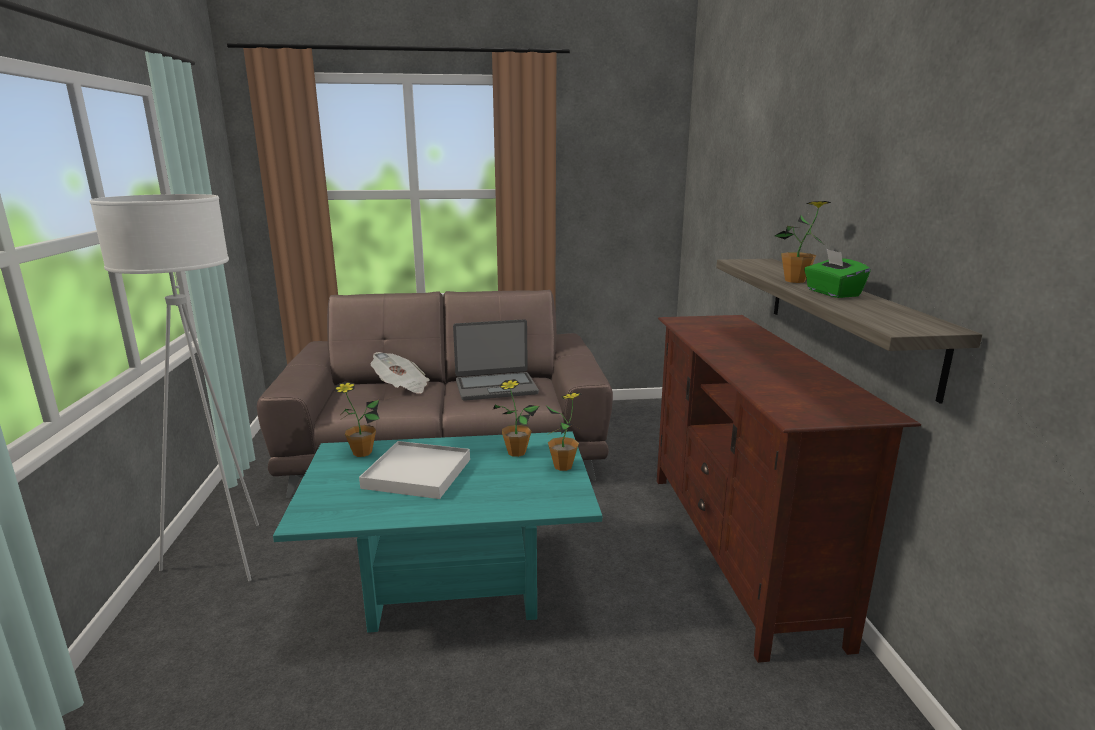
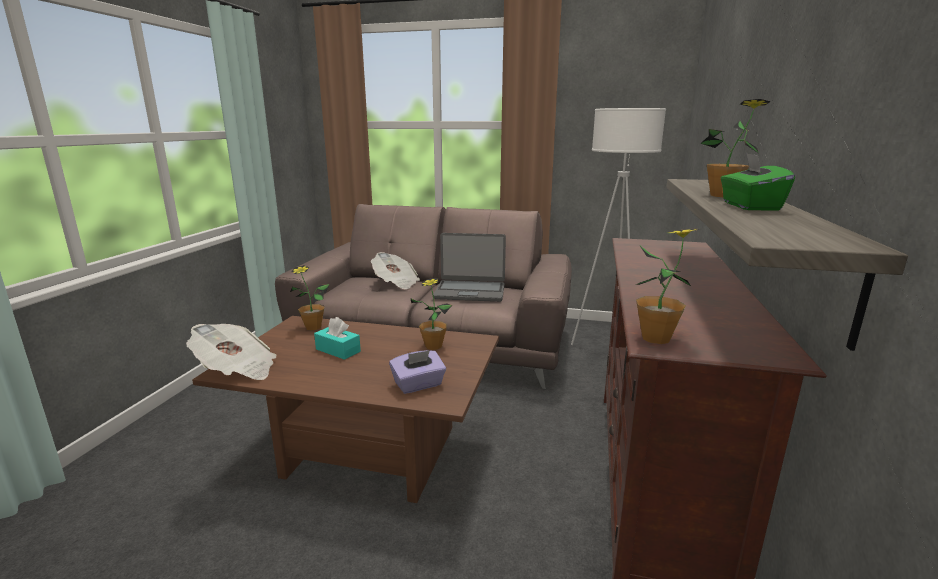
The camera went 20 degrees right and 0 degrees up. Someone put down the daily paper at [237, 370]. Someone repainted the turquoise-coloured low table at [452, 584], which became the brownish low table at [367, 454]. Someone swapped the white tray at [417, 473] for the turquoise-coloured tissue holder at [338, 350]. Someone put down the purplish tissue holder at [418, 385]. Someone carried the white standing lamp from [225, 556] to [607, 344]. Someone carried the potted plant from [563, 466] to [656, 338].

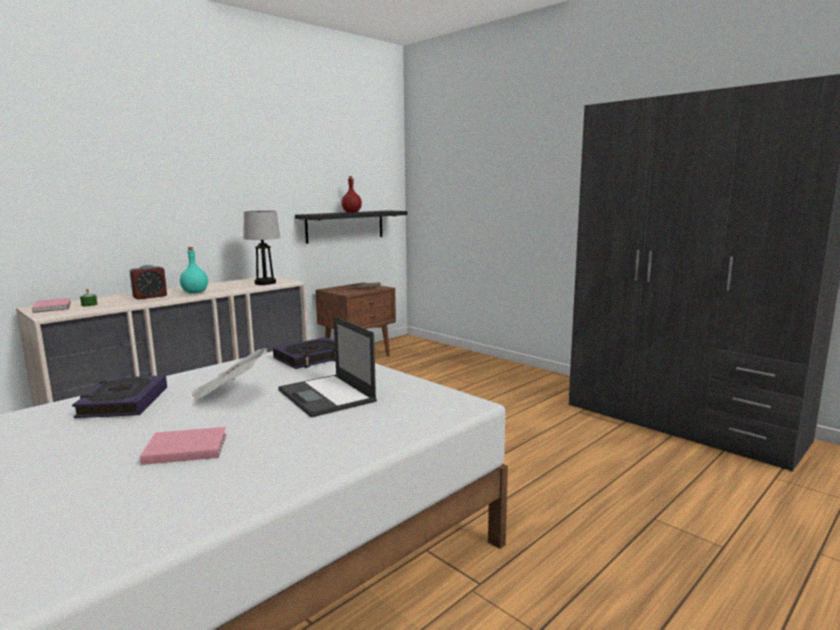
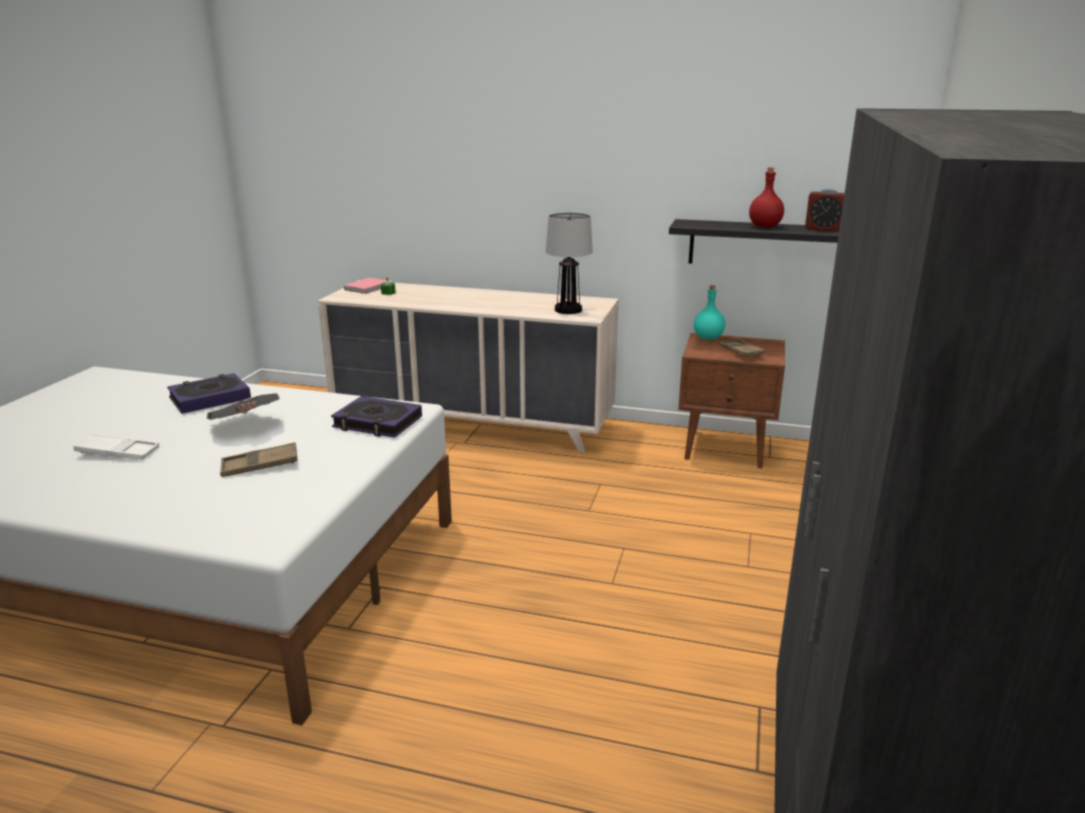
The camera went 60 degrees right and 10 degrees up. Someone swapped the pink book at [184, 448] for the white tray at [118, 452]. Someone swapped the notebook computer at [327, 396] for the brownish tray at [260, 465]. Someone carried the turquoise-coloured drink bottle from [195, 292] to [708, 338]. Someone carried the alarm clock from [150, 297] to [823, 229].

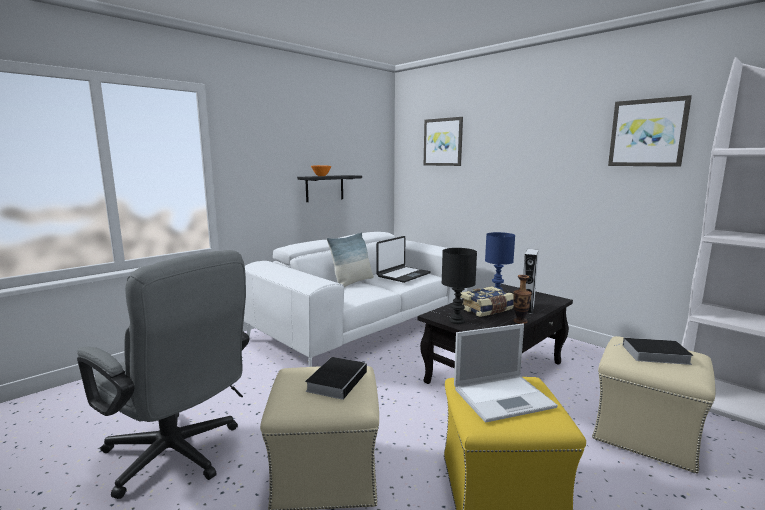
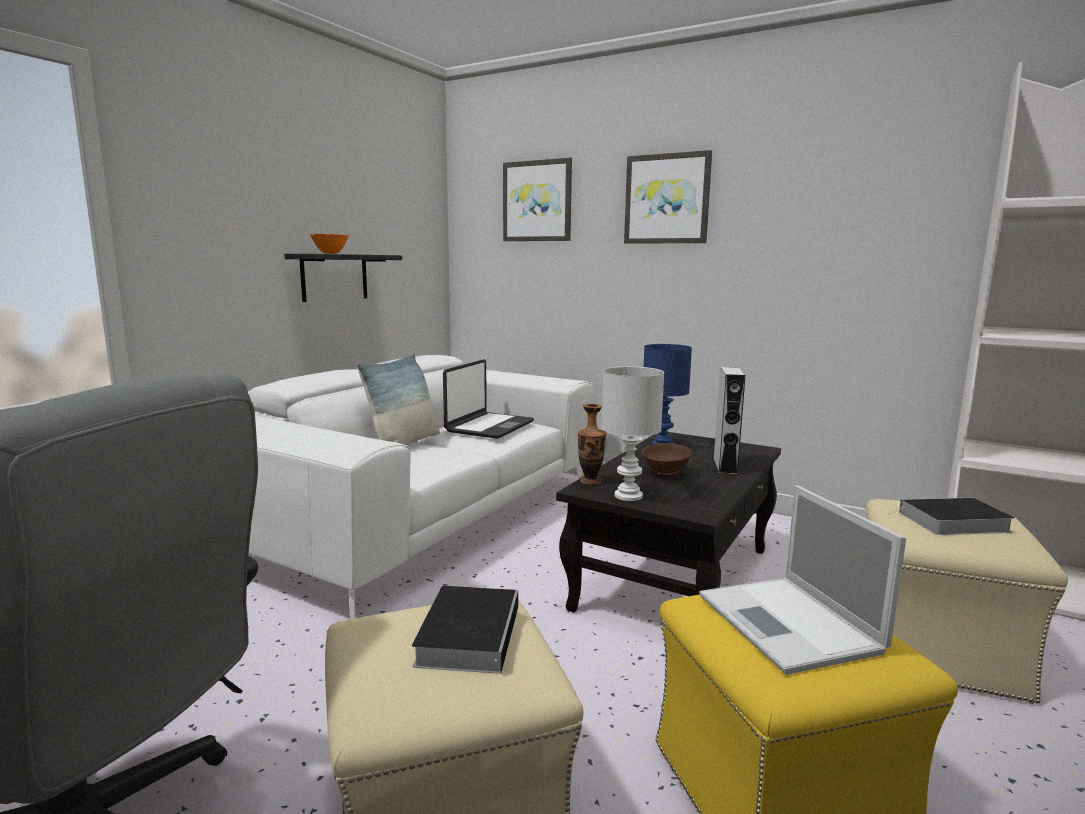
The camera went 15 degrees left and 0 degrees up. Someone carried the vase from [520, 321] to [590, 481]. Someone repainted the black lamp for a table at [457, 321], which became the white lamp for a table at [628, 495]. Someone carried the wall art from [647, 133] to [667, 199]. Someone swapped the book at [486, 310] for the brownish serving bowl at [664, 473]. Someone rotated the notebook computer at [504, 397] by 105 degrees clockwise.

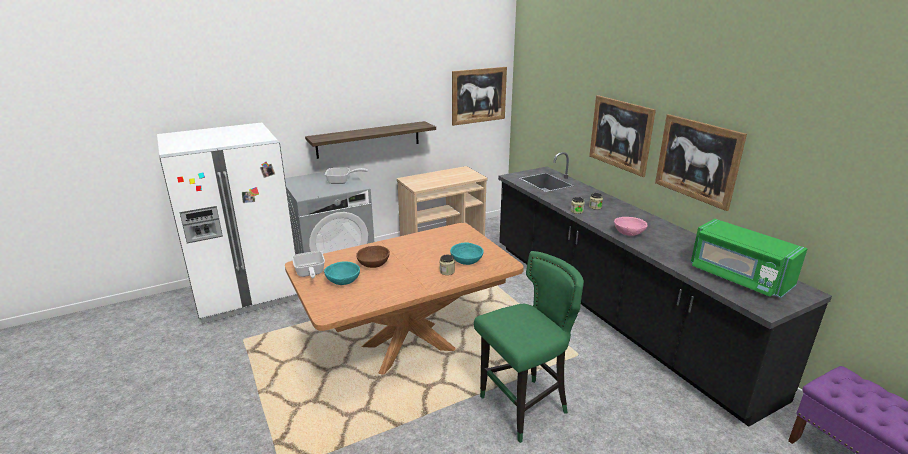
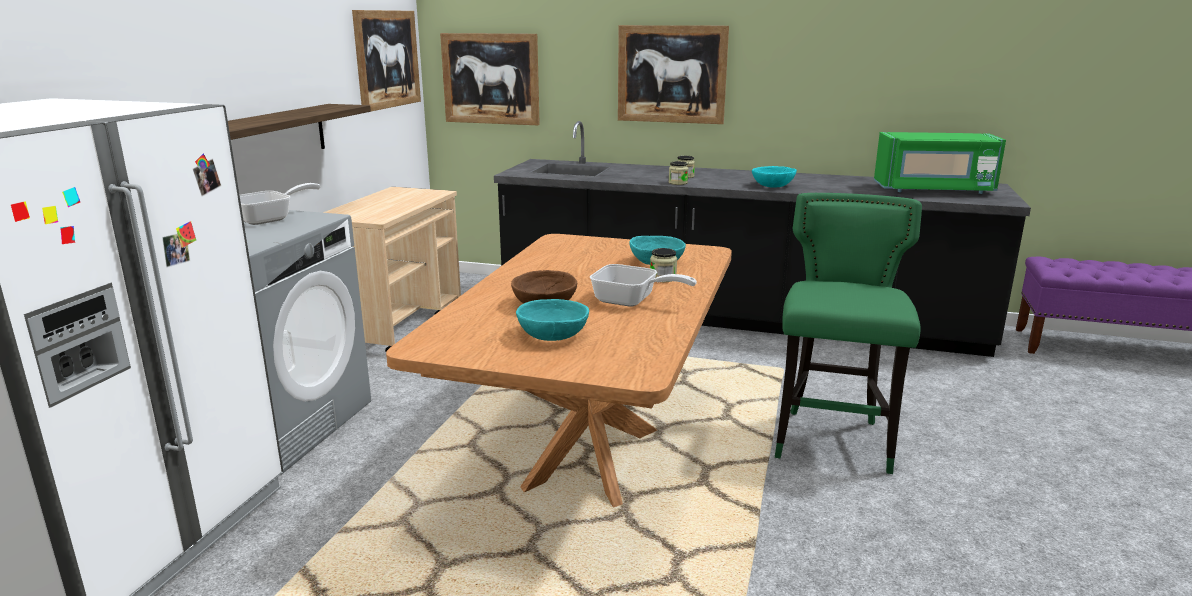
The camera went 45 degrees left and 5 degrees down. Someone carried the wall art from [697, 160] to [490, 79]. Someone carried the pan from [310, 273] to [631, 301]. Someone repainted the pink serving bowl at [629, 233], which became the turquoise-coloured serving bowl at [773, 186].

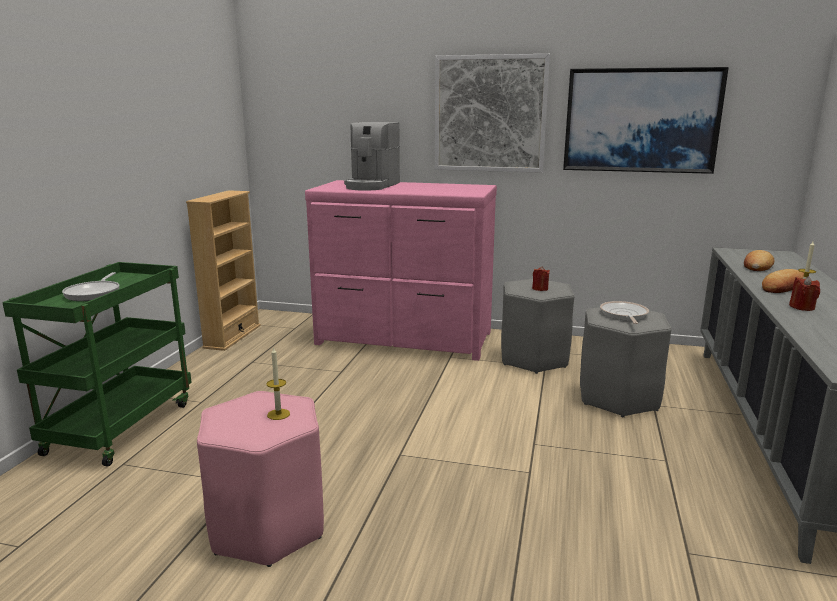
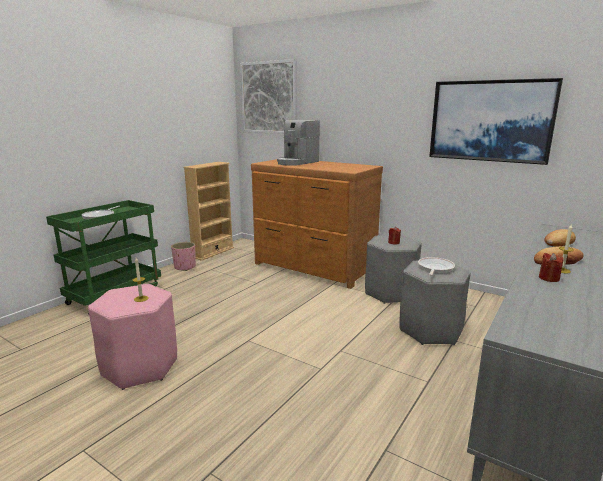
The camera went 20 degrees right and 0 degrees up. Someone put down the pink plant pot at [185, 267]. Someone carried the wall art from [490, 114] to [269, 98]. Someone repainted the pink dresser at [404, 339], which became the brownish dresser at [313, 267].

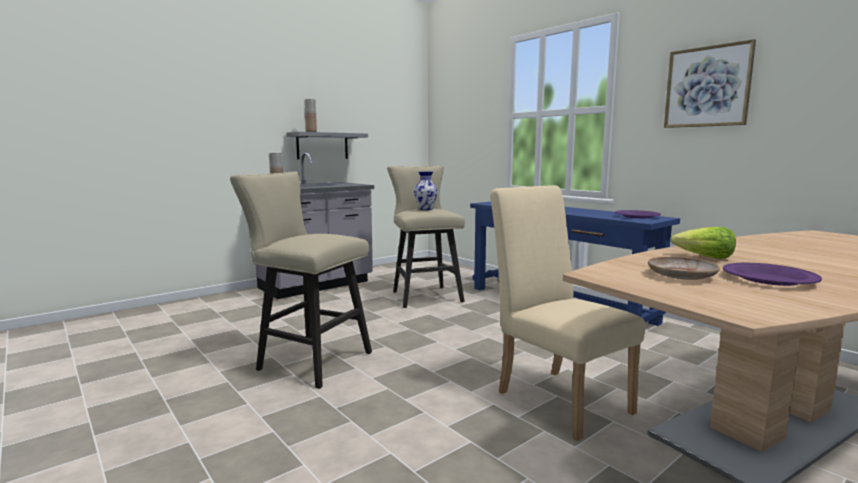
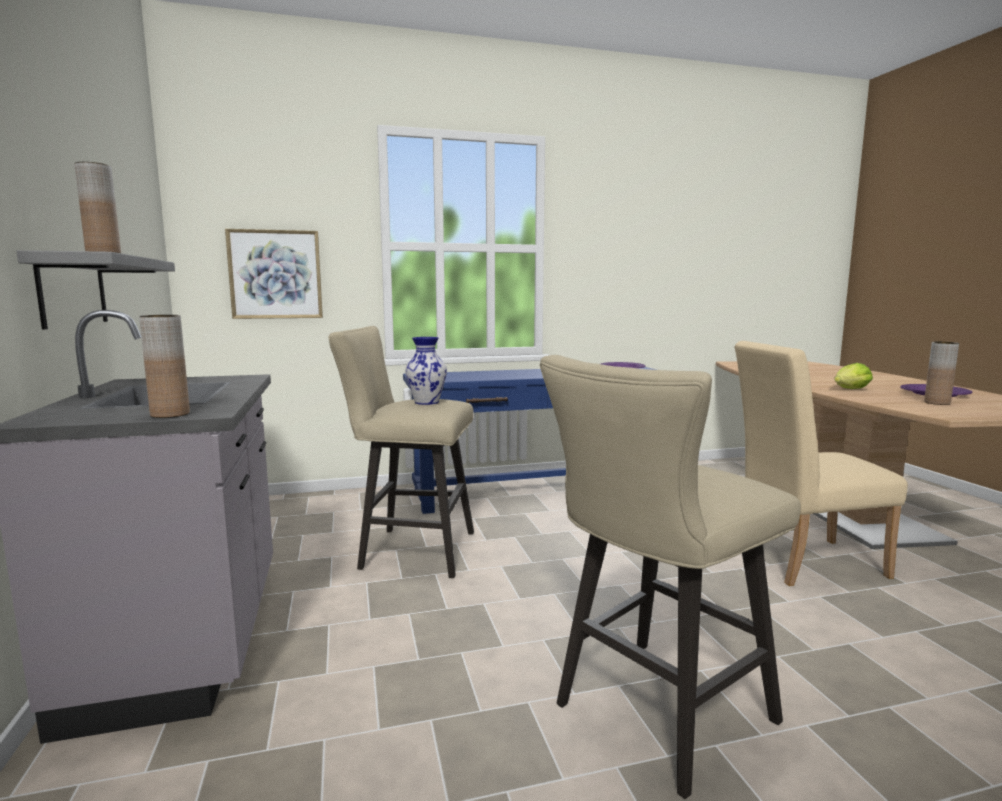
The camera went 65 degrees left and 0 degrees up. Someone carried the wall art from [707, 87] to [275, 274]. Someone swapped the beige-coloured dinner plate at [682, 276] for the brownish vase at [937, 403].

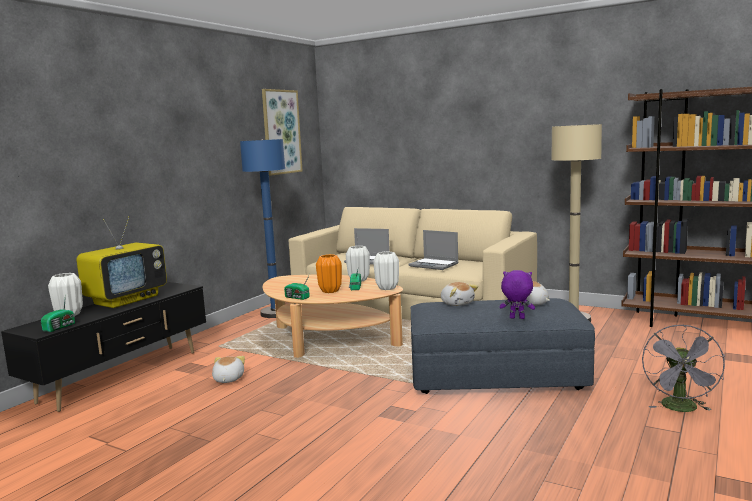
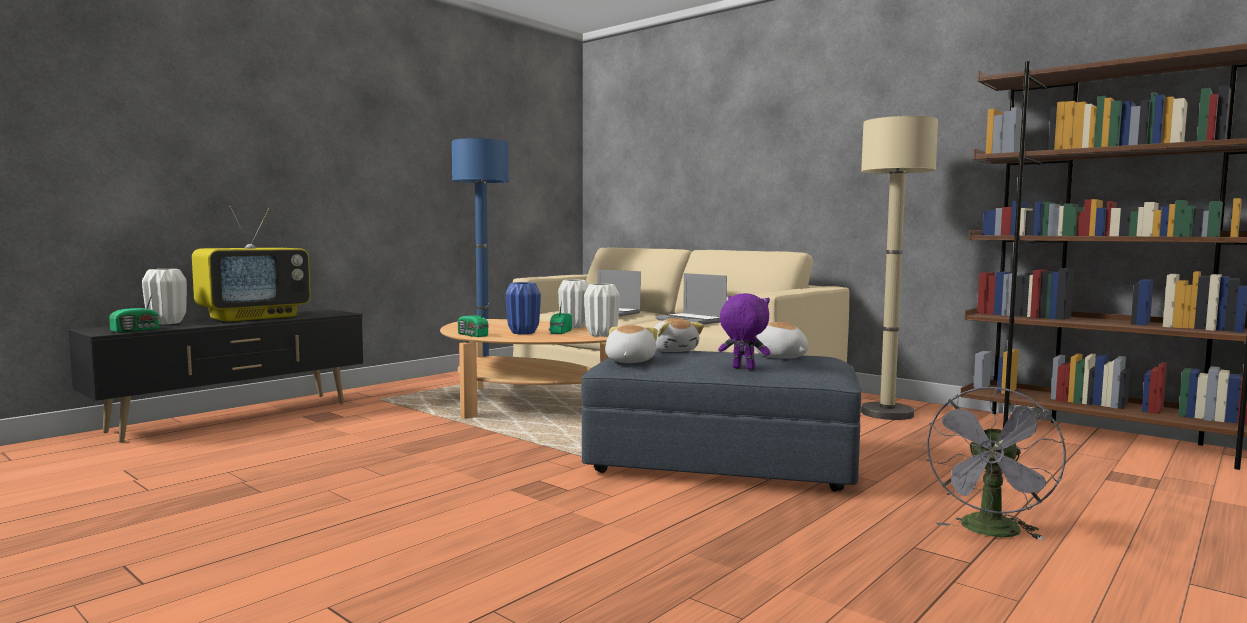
The camera went 10 degrees right and 5 degrees down. Someone repainted the orange vase at [330, 291], which became the bluish vase at [523, 333]. Someone carried the plush toy from [227, 379] to [629, 361]. Someone took away the wall art at [281, 132].

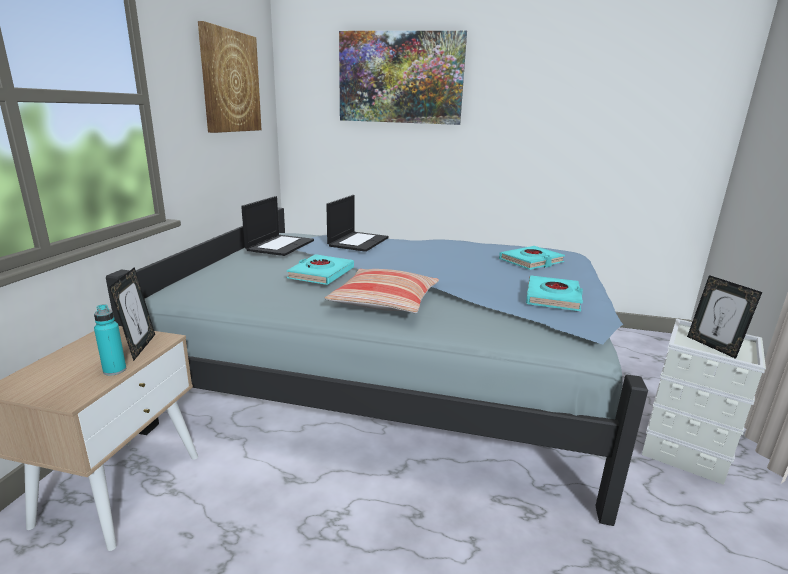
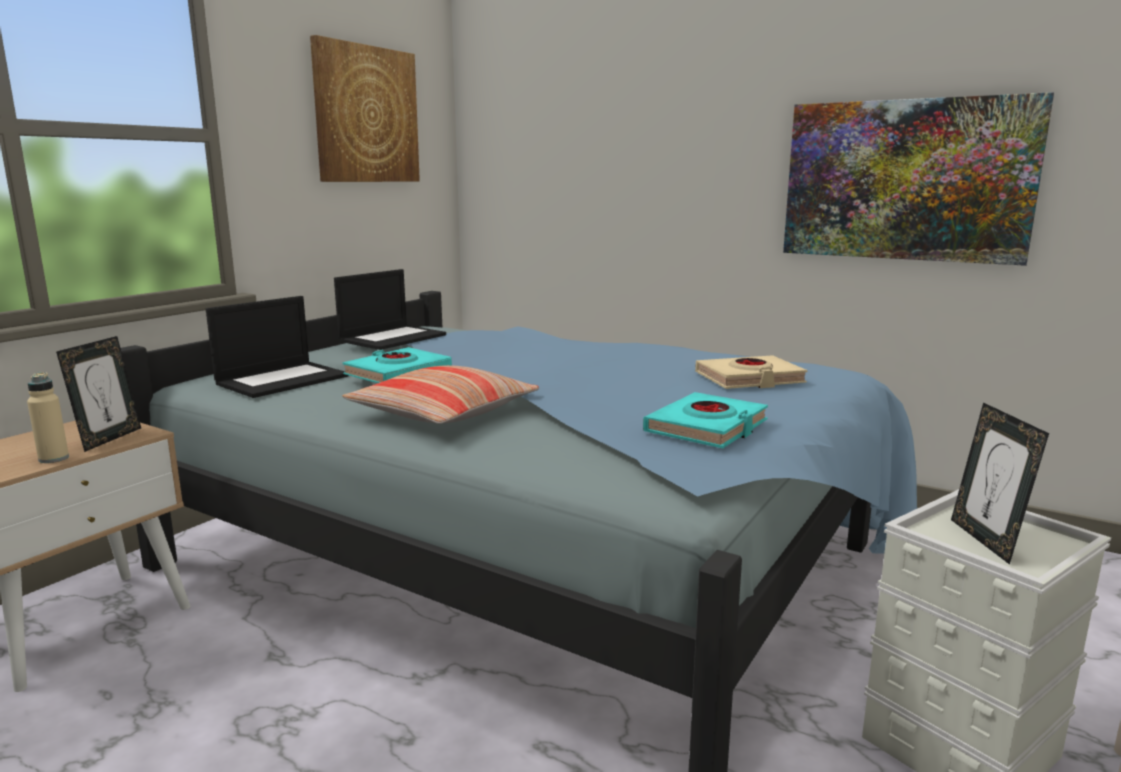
The camera went 20 degrees right and 5 degrees down. Someone repainted the turquoise-coloured drink bottle at [114, 370], which became the beige-coloured drink bottle at [54, 458]. Someone carried the notebook computer from [358, 241] to [283, 379]. Someone repainted the turquoise-coloured book at [531, 261], which became the beige-coloured book at [749, 379]. Someone carried the wall art from [400, 78] to [906, 180].

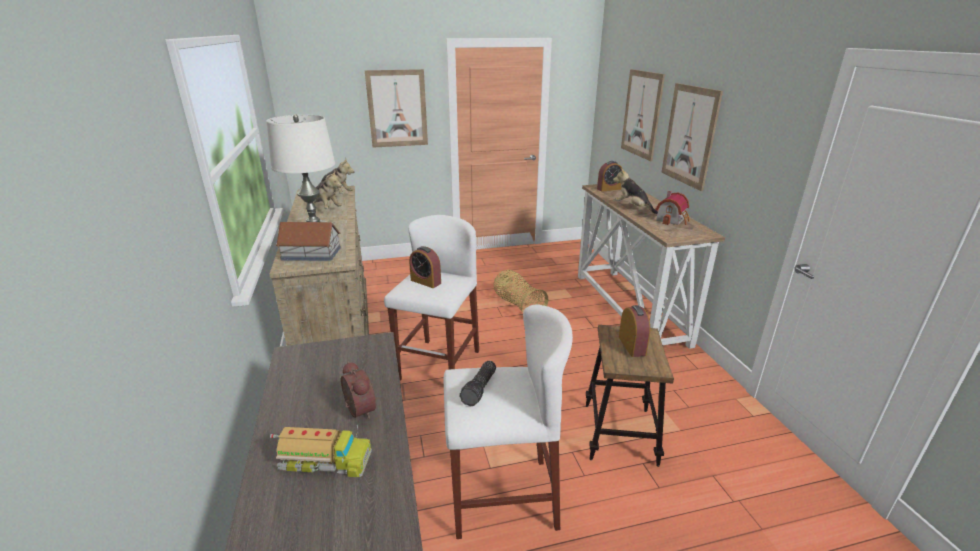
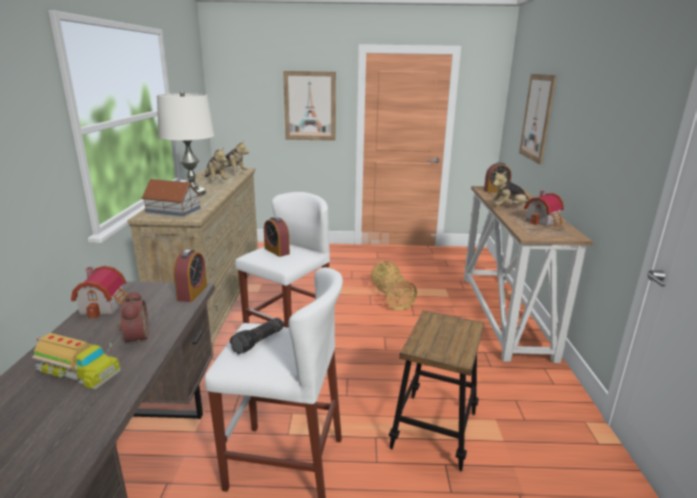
The camera went 15 degrees right and 5 degrees down. Someone put down the model house at [106, 305]. Someone carried the alarm clock from [632, 346] to [192, 293]. Someone rotated the plush toy at [632, 208] by 75 degrees counterclockwise. Someone took away the wall art at [690, 136].

